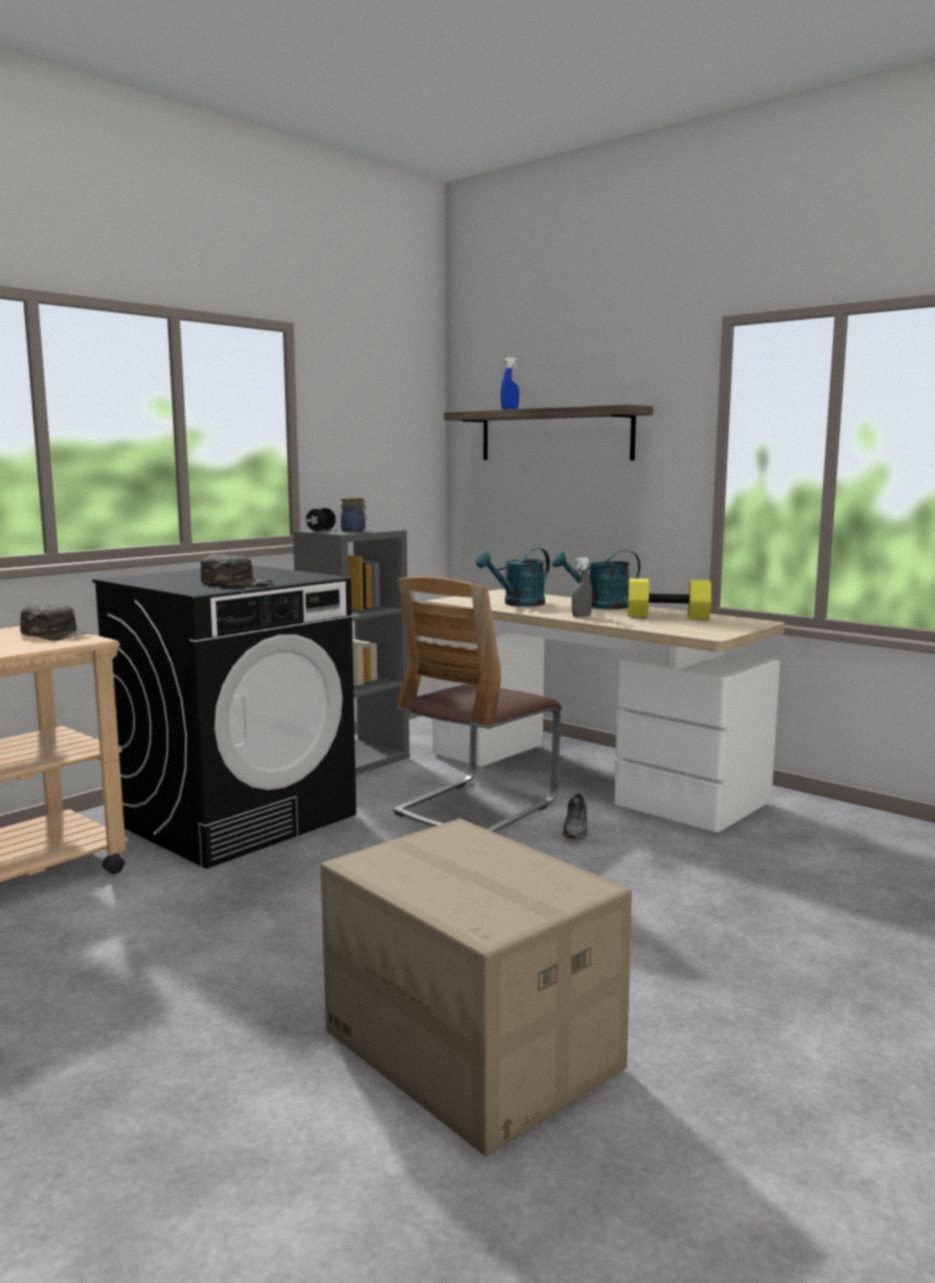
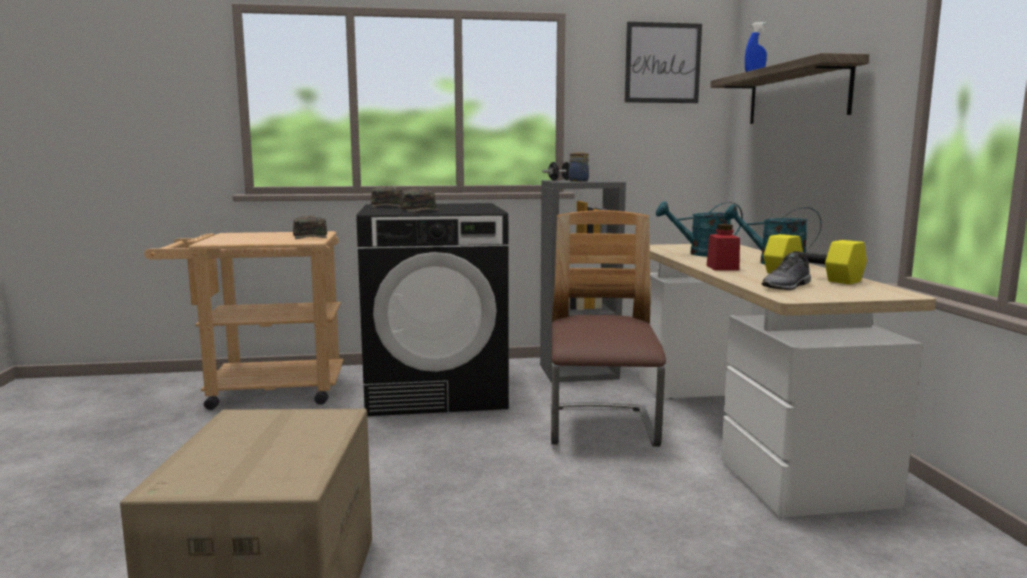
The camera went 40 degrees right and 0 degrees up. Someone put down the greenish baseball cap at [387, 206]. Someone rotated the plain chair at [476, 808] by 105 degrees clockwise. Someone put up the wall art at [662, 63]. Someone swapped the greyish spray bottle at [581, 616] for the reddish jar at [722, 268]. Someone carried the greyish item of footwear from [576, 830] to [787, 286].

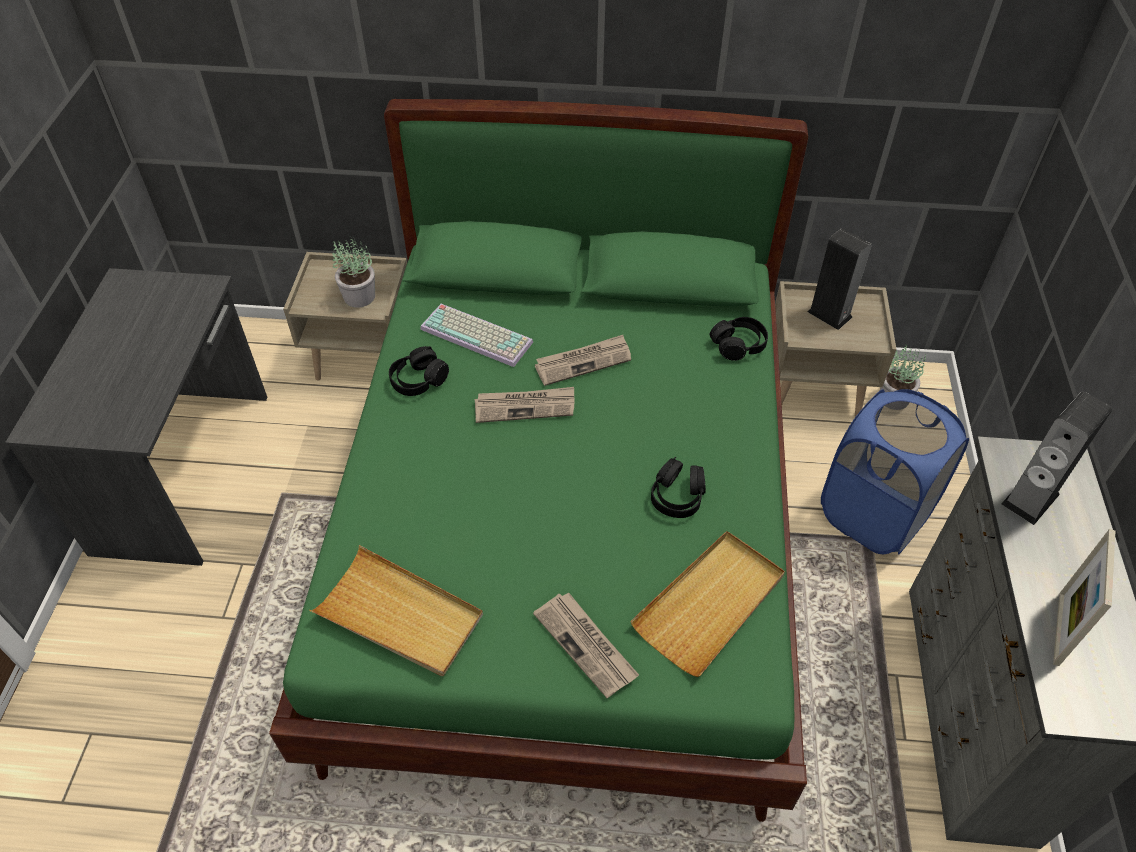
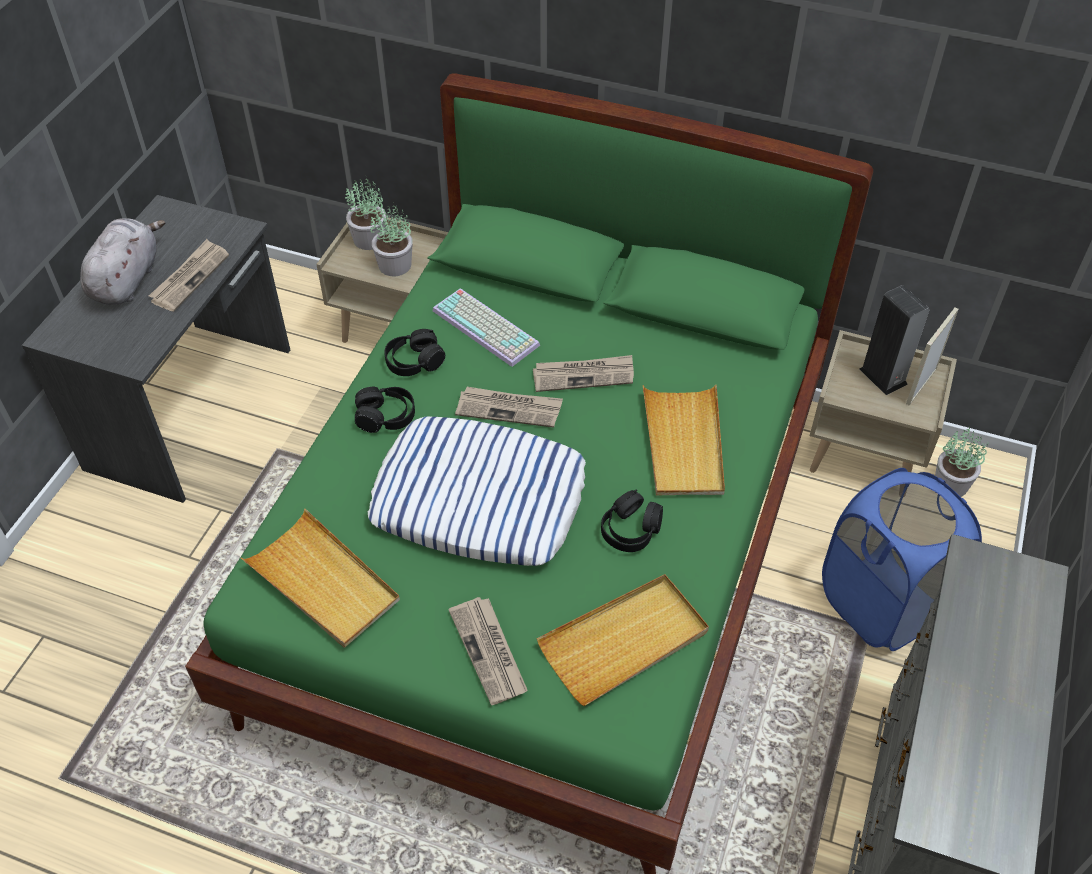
The camera went 15 degrees right and 0 degrees up. Someone put down the greyish plush toy at [127, 279]. Someone put down the daily paper at [190, 277]. Someone put down the potted plant at [370, 239]. Someone carried the black pair of headphones from [738, 345] to [386, 416]. Someone put down the pillow at [480, 500]. Someone put down the beige-coloured tray at [683, 444]. Someone carried the standing frame from [1059, 628] to [921, 386]. Someone took away the loudspeaker at [1030, 499].

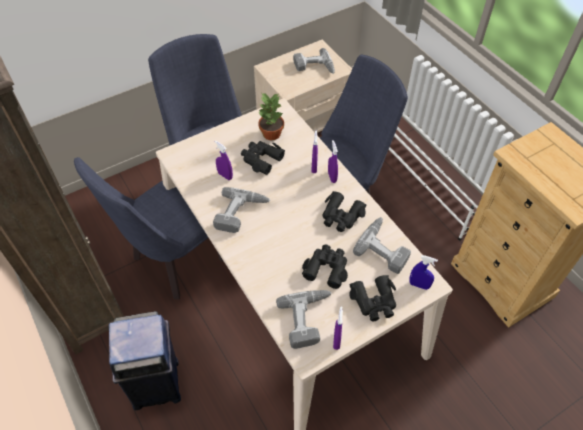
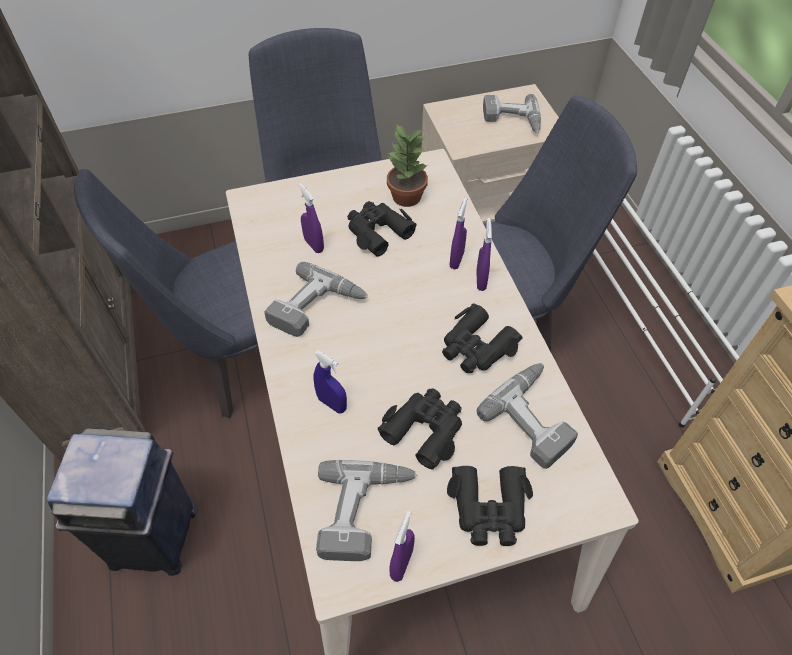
The camera went 15 degrees right and 0 degrees up. Someone carried the bluish spray bottle from [419, 285] to [332, 404].

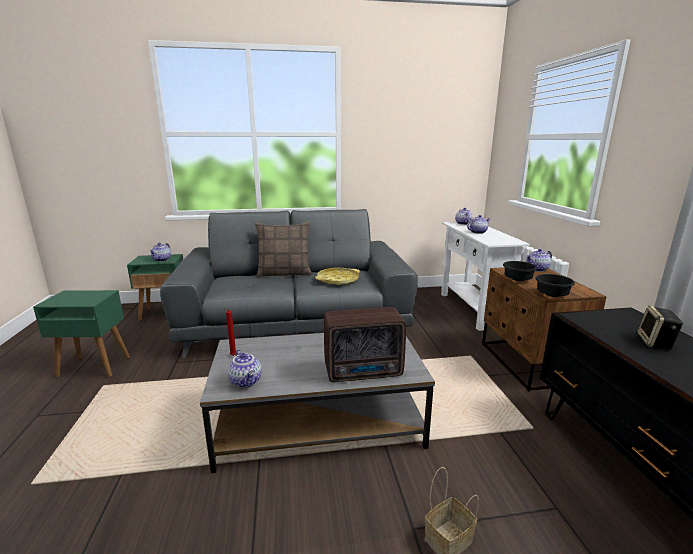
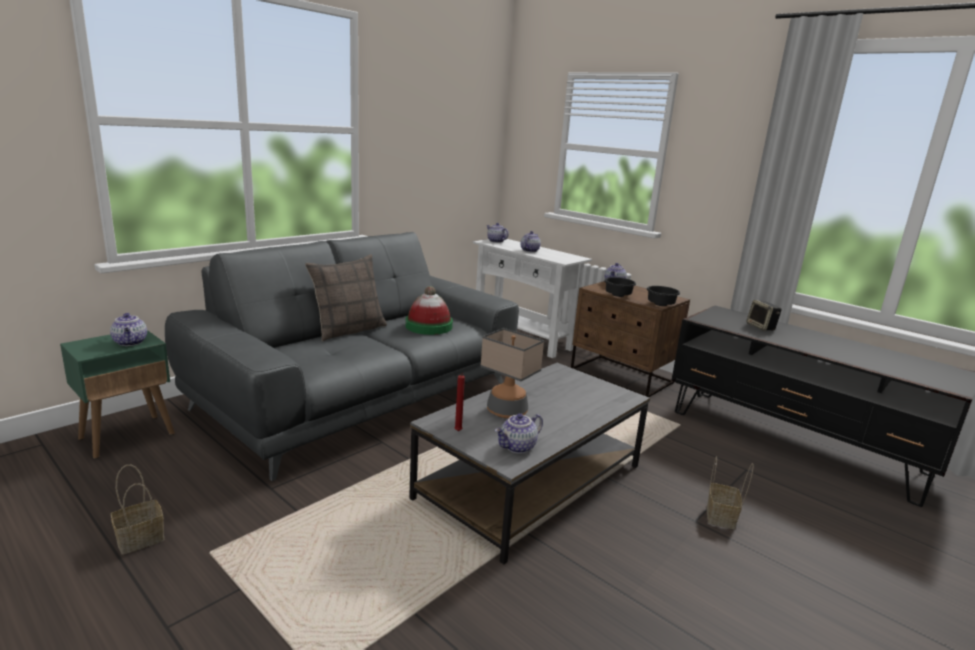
The camera went 40 degrees left and 0 degrees up. Someone swapped the greenish accent table at [93, 367] for the basket at [139, 540]. Someone swapped the yellowish tray at [338, 280] for the hat at [428, 326]. Someone put down the lamp for a table at [506, 411]. Someone rotated the tea pot at [246, 381] by 120 degrees clockwise. Someone took away the radio set at [365, 372].

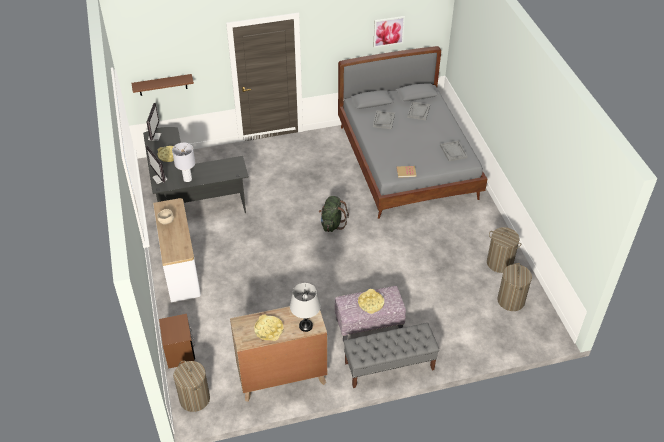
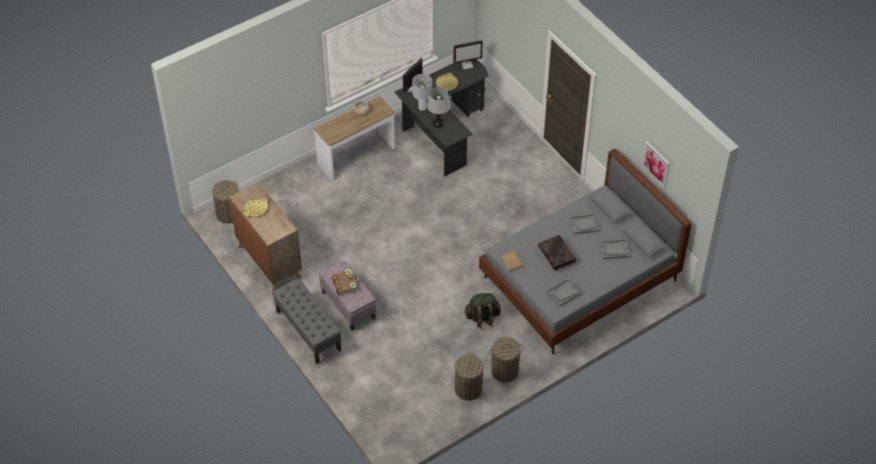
The camera went 70 degrees right and 5 degrees up. Someone swapped the yellowish tray at [370, 303] for the book at [345, 285]. Someone carried the greyish lamp for a table from [306, 326] to [438, 123]. Someone carried the greenish knapsack from [332, 224] to [482, 317]. Someone carried the hamper from [511, 301] to [504, 371]. Someone put down the brownish pillow at [557, 255]. Someone took away the brownish bracket shelf at [162, 85]. Someone took away the brownish night table at [180, 352].

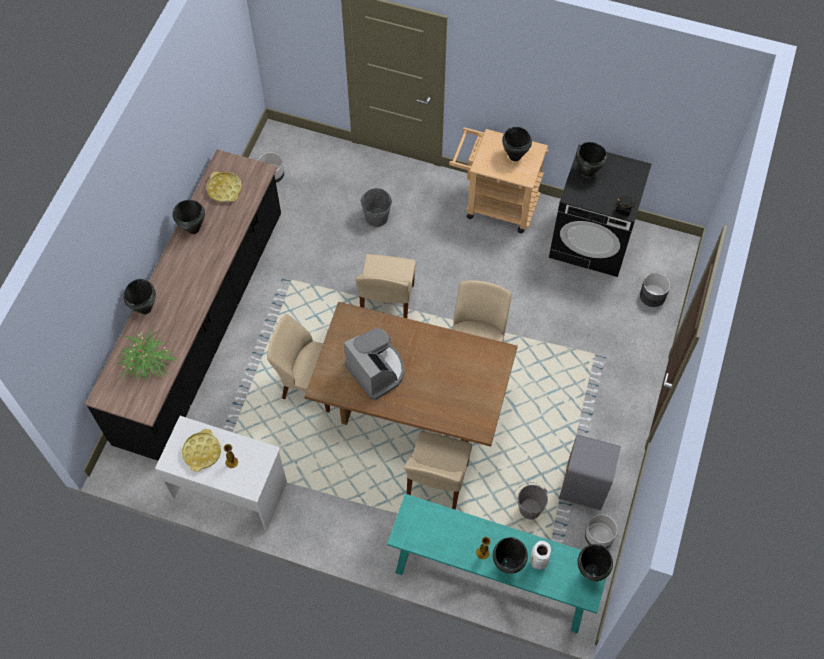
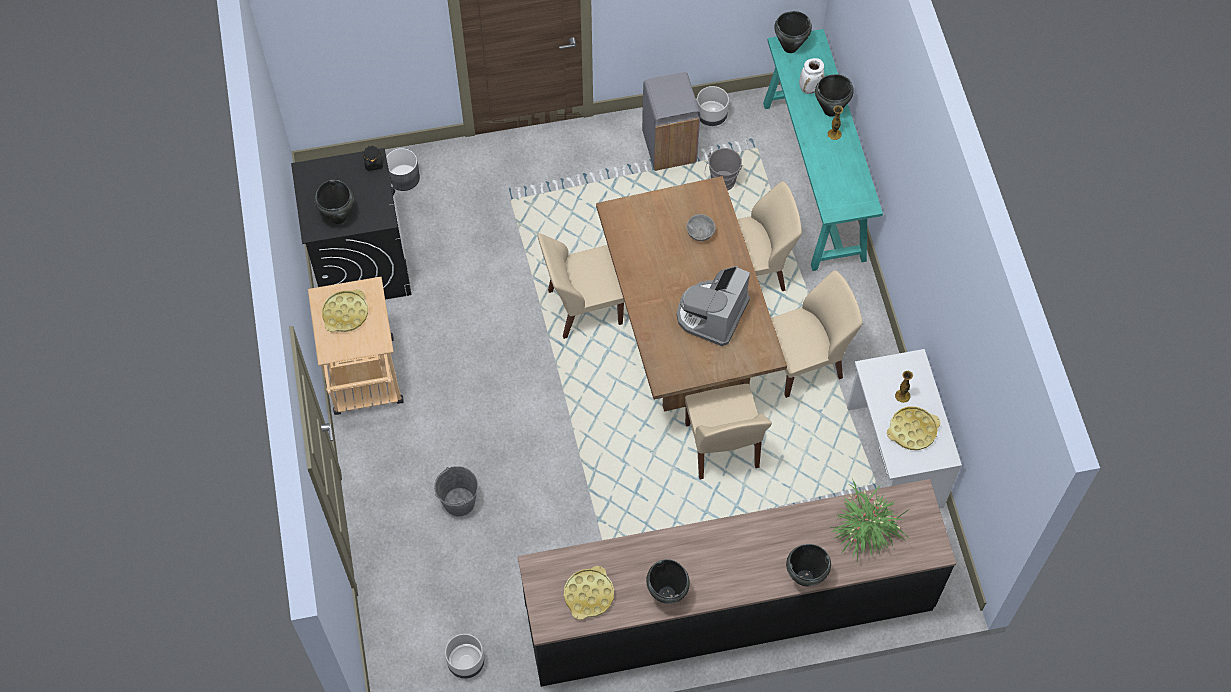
The camera went 120 degrees left and 0 degrees up. Someone swapped the black saucepot at [514, 157] for the yellowish tray at [345, 313]. Someone put down the greyish serving bowl at [700, 234]. Someone carried the beige-coloured plain chair from [387, 303] to [804, 363].

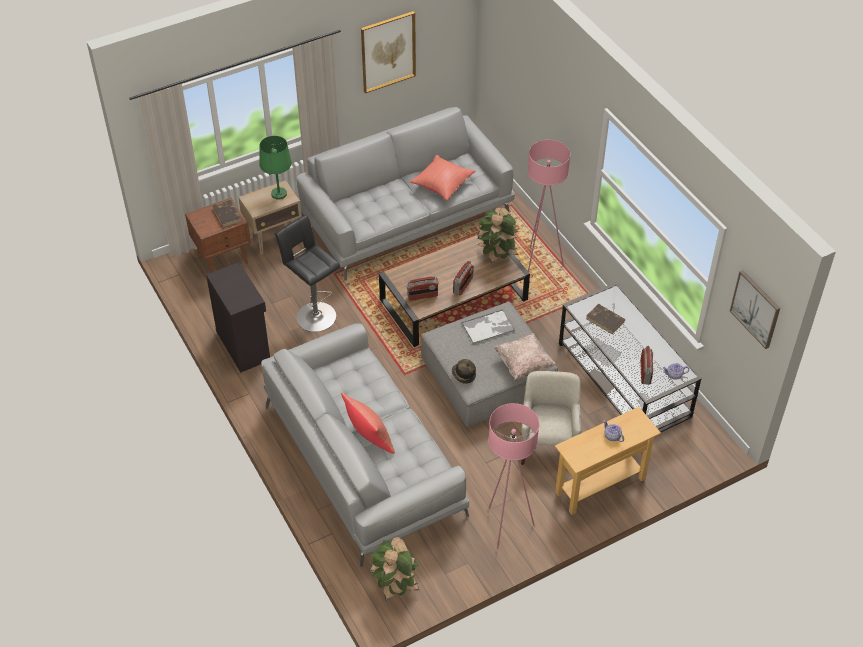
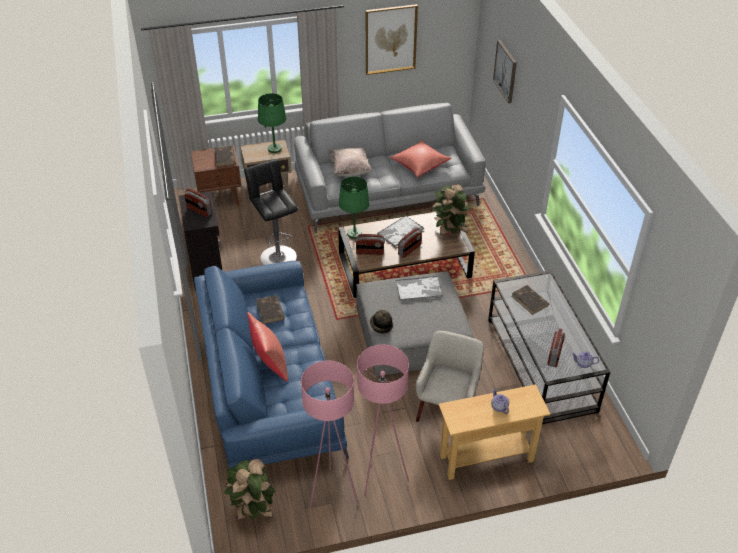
The camera went 15 degrees right and 5 degrees down. Someone put down the radio set at [199, 211]. Someone repainted the greyish couch at [362, 458], which became the bluish couch at [270, 384]. Someone put down the brownish book at [270, 311]. Someone carried the pink standing lamp from [540, 262] to [332, 492]. Someone carried the beige-coloured pillow from [523, 365] to [350, 170]. Someone put down the greenish lamp for a table at [354, 234]. Someone put down the tray at [400, 232]. Someone carried the wall art from [756, 308] to [506, 71].

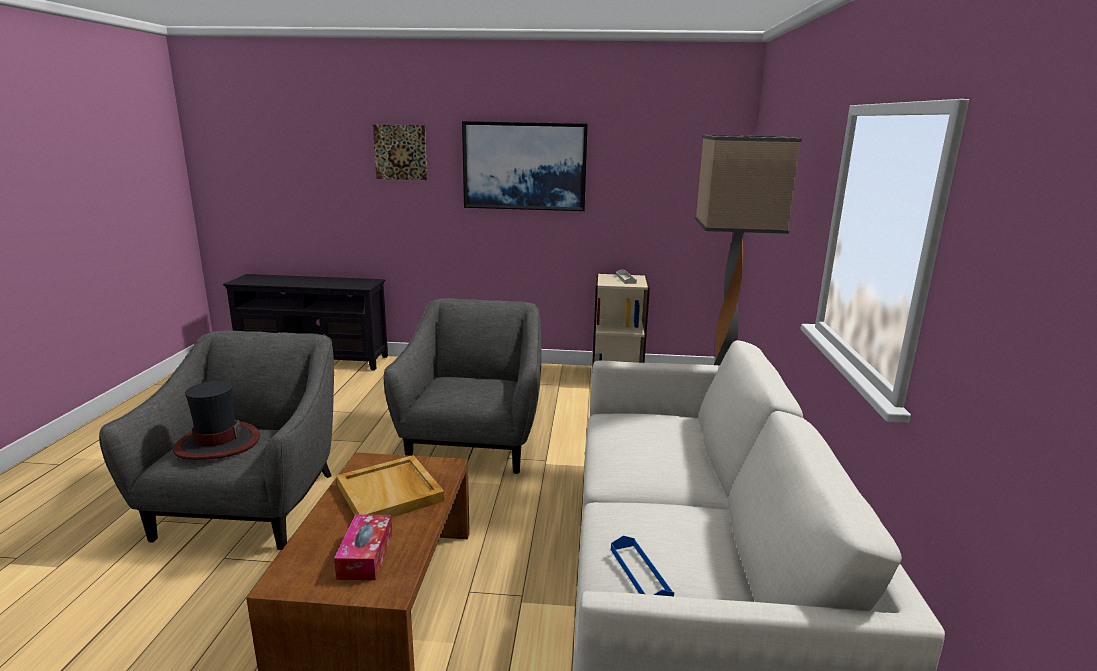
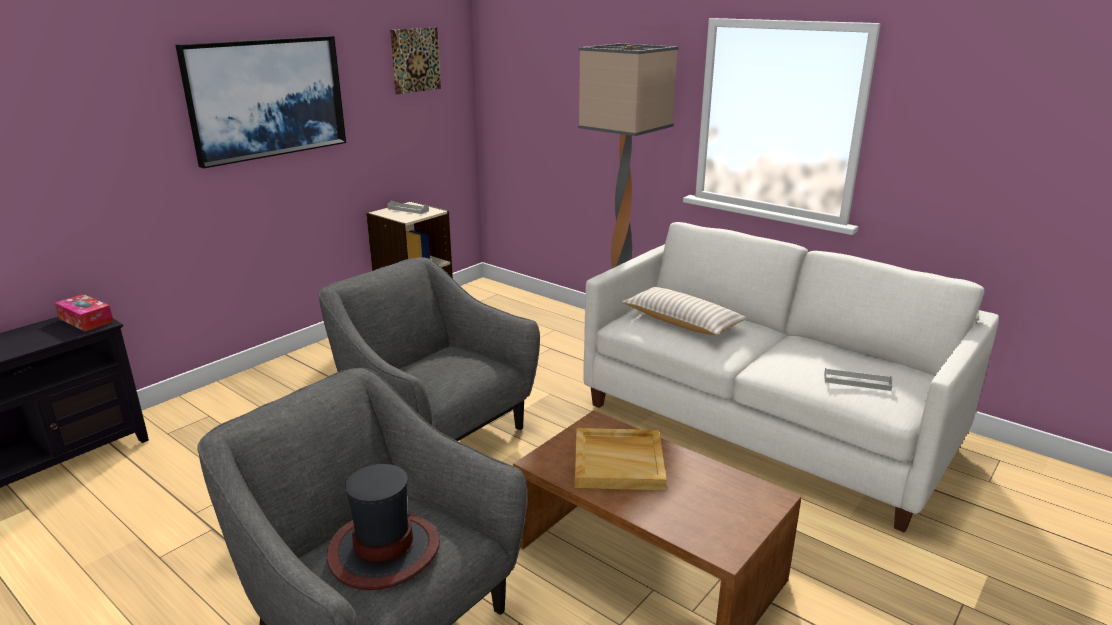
The camera went 55 degrees left and 5 degrees up. Someone carried the tissue holder from [365, 556] to [86, 320]. Someone carried the wall art from [400, 152] to [416, 60]. Someone put down the beige-coloured pillow at [682, 322]. Someone repainted the bluish tray at [640, 573], which became the greyish tray at [857, 382].

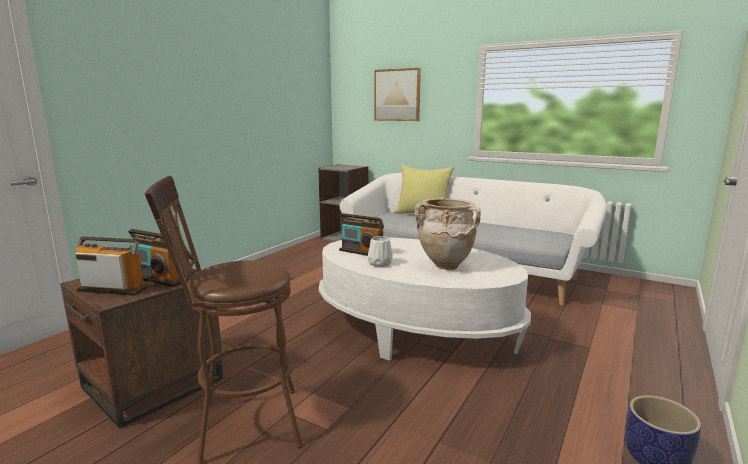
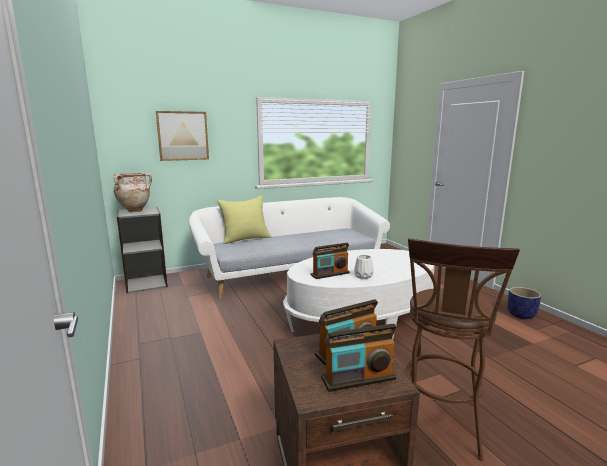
The camera went 55 degrees left and 0 degrees up. Someone carried the beige-coloured vase from [444, 266] to [134, 211]. Someone rotated the radio set at [113, 289] by 150 degrees counterclockwise.

